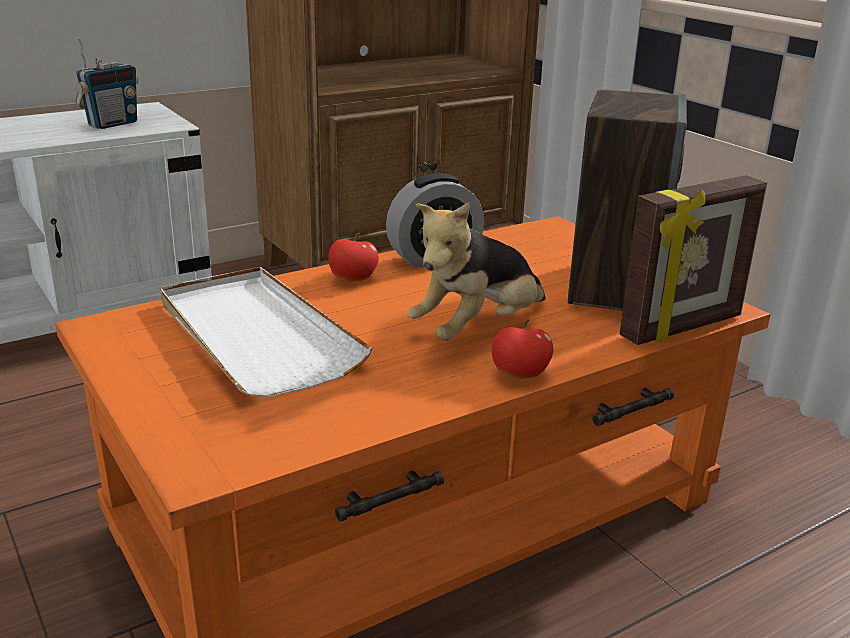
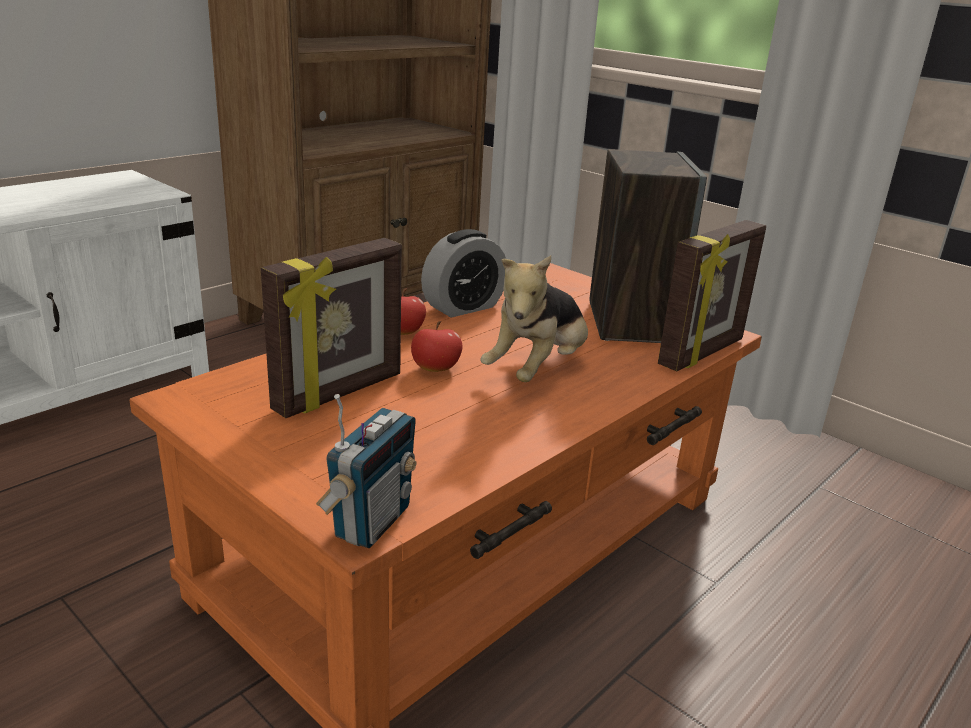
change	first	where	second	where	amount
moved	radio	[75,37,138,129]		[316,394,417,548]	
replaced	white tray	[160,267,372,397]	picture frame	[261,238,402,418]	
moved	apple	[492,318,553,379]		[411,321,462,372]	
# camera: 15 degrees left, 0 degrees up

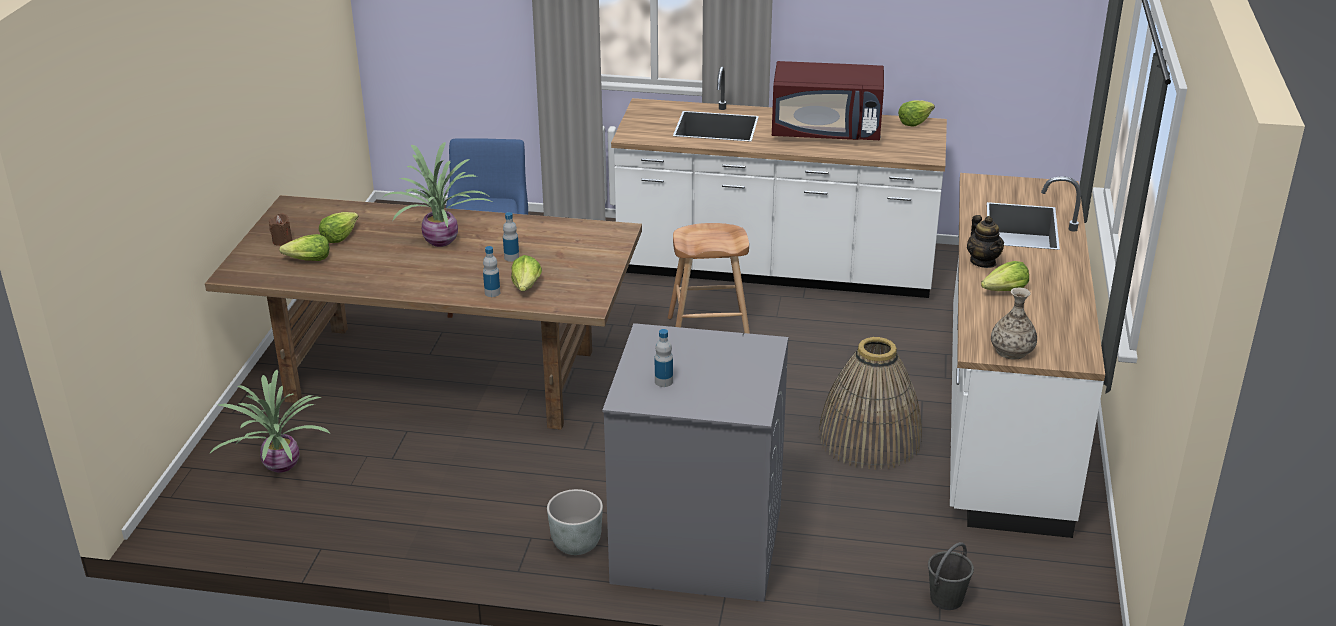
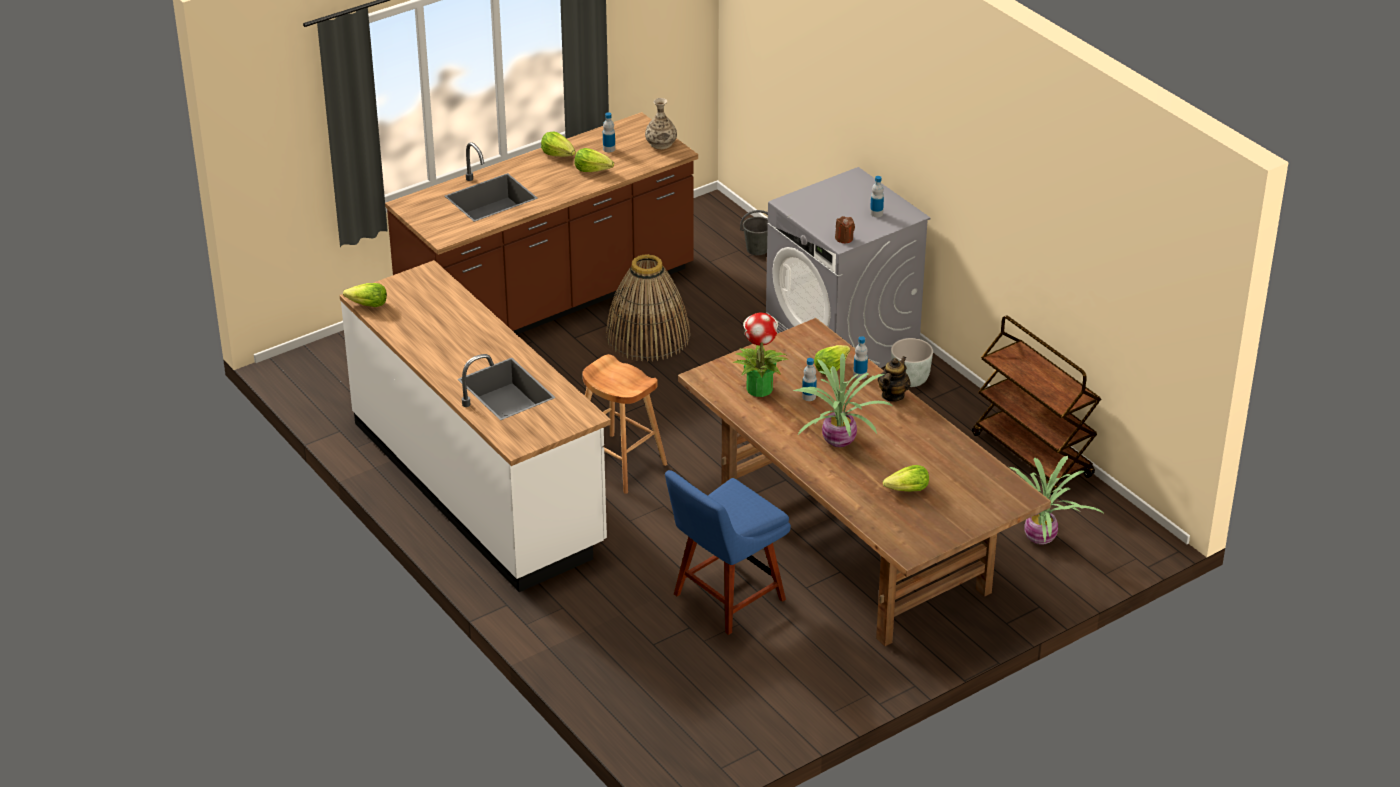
change	first	where	second	where	amount
removed	red microwave	[772,61,884,140]			
recoloured	white counter	[950,173,1105,538]	brown counter	[385,112,698,334]	
moved	brown candle	[269,213,293,246]		[835,216,855,243]	
moved	teapot	[967,215,1004,268]		[878,356,911,401]	
moved	lettuce	[279,234,329,261]		[541,131,576,157]	
added			bottle	[603,112,615,153]	
added			potted plant	[733,313,789,397]	
added			brown cart	[972,315,1101,495]	
# camera: 135 degrees left, 5 degrees up

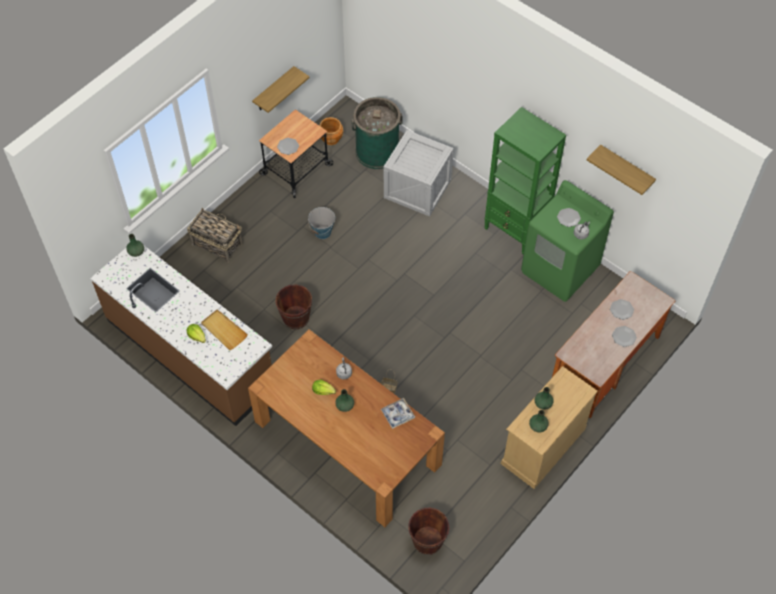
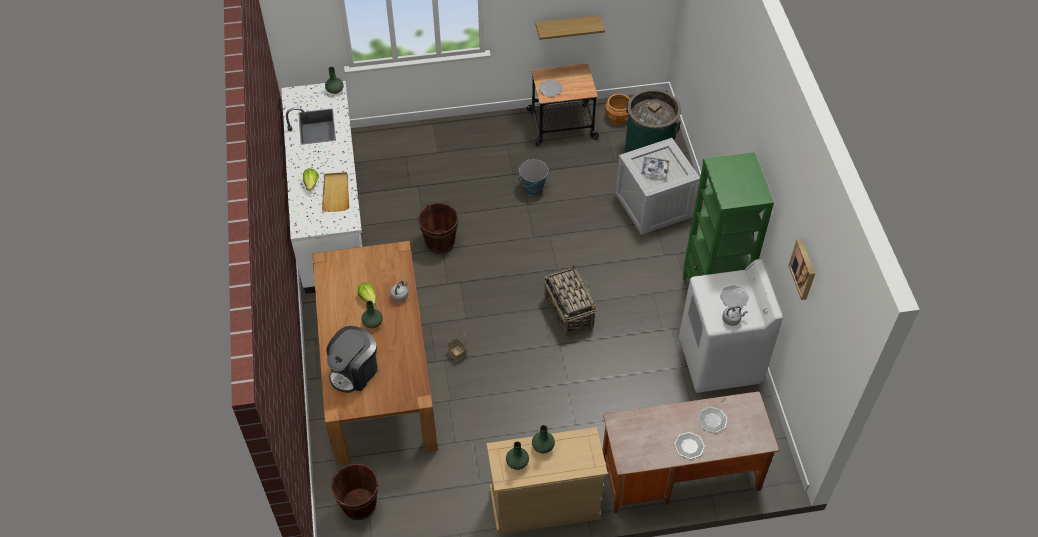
change	first	where	second	where	amount
replaced	shelf	[587,145,656,195]	picture	[788,239,815,300]	
recoloured	green washing machine	[521,180,614,302]	white washing machine	[679,259,783,393]	
moved	basket	[187,208,243,262]		[544,265,597,337]	
recoloured	brown counter	[90,239,272,426]	white counter	[281,81,362,294]	
moved	tray	[381,398,415,429]		[641,157,670,179]	
added			coffee machine	[327,326,378,393]	
# camera: 40 degrees right, 5 degrees down

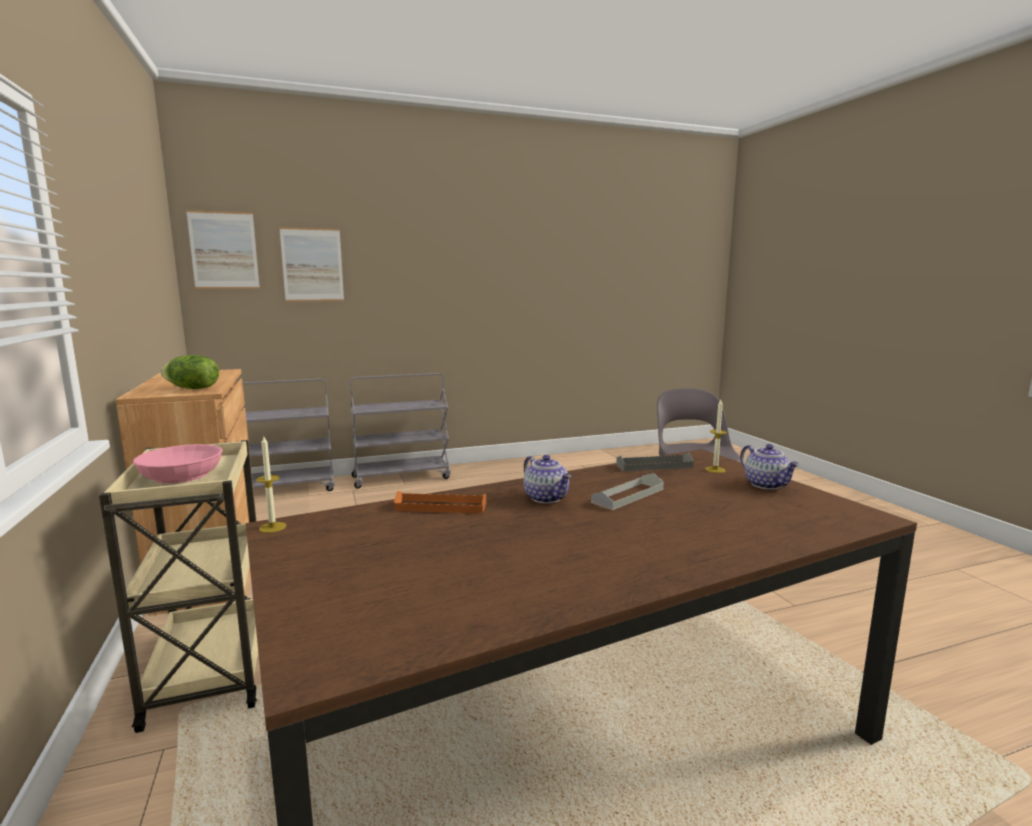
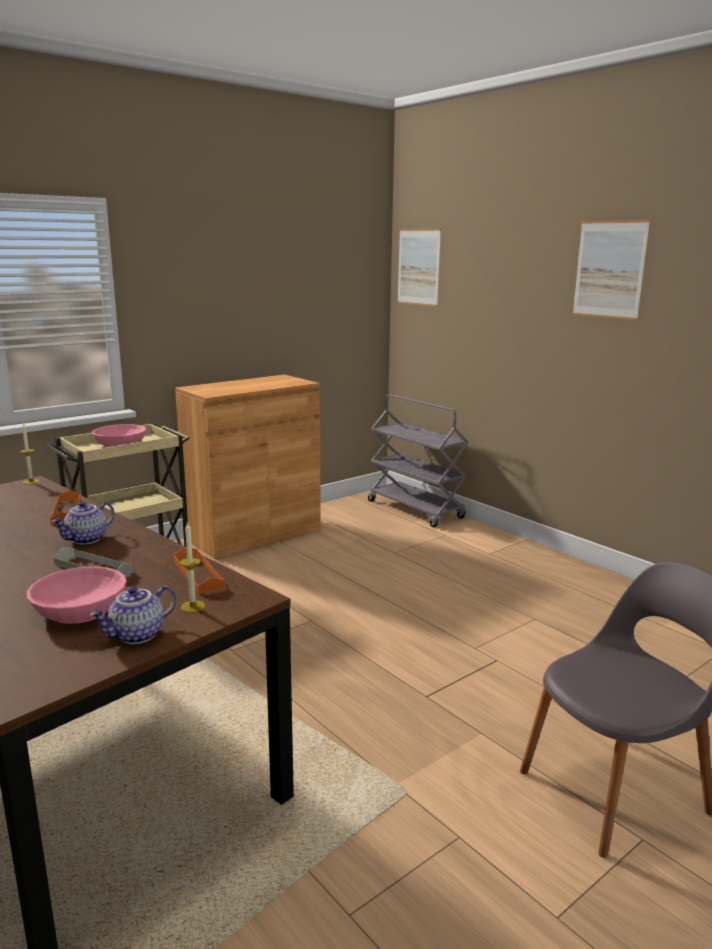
change	first	where	second	where	amount
moved	picture	[279,227,344,301]		[573,220,650,320]	
removed	lettuce	[161,355,219,389]			
removed	grey cart	[350,373,451,489]			
recoloured	grey tray	[616,452,694,471]	orange tray	[174,546,225,594]	
added			pink bowl	[27,566,127,624]	
# camera: 70 degrees right, 5 degrees up

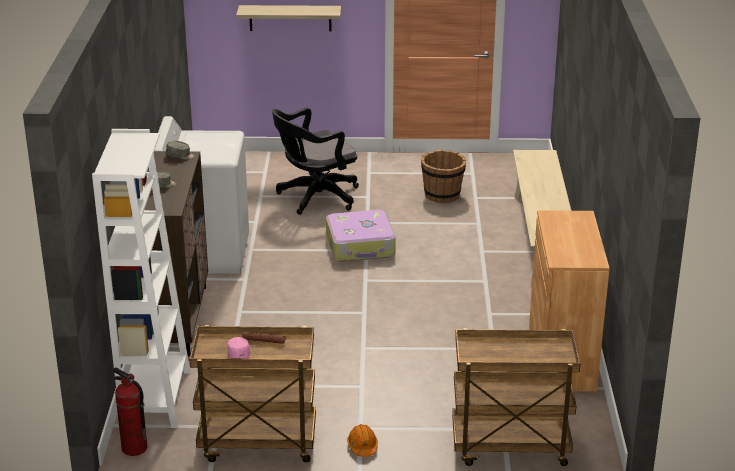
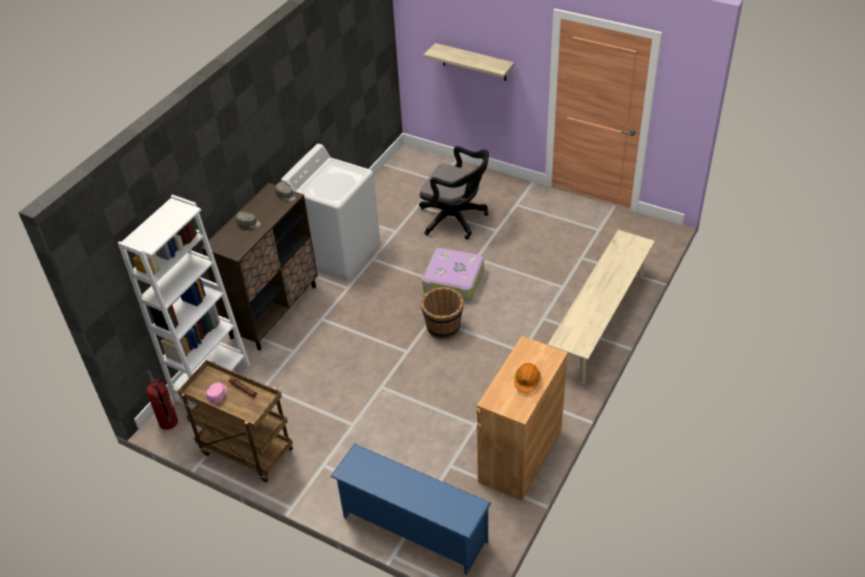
change	first	where	second	where	amount
turned	black office chair	[272,108,359,215]		[419,146,489,240]	150 degrees counterclockwise
moved	brown bucket	[421,150,466,203]		[421,287,464,339]	
replaced	brown cart	[452,328,581,466]	blue shoe rack	[330,444,491,575]	
moved	orange hard hat	[347,424,378,457]		[514,363,541,393]	
# camera: 30 degrees right, 15 degrees up

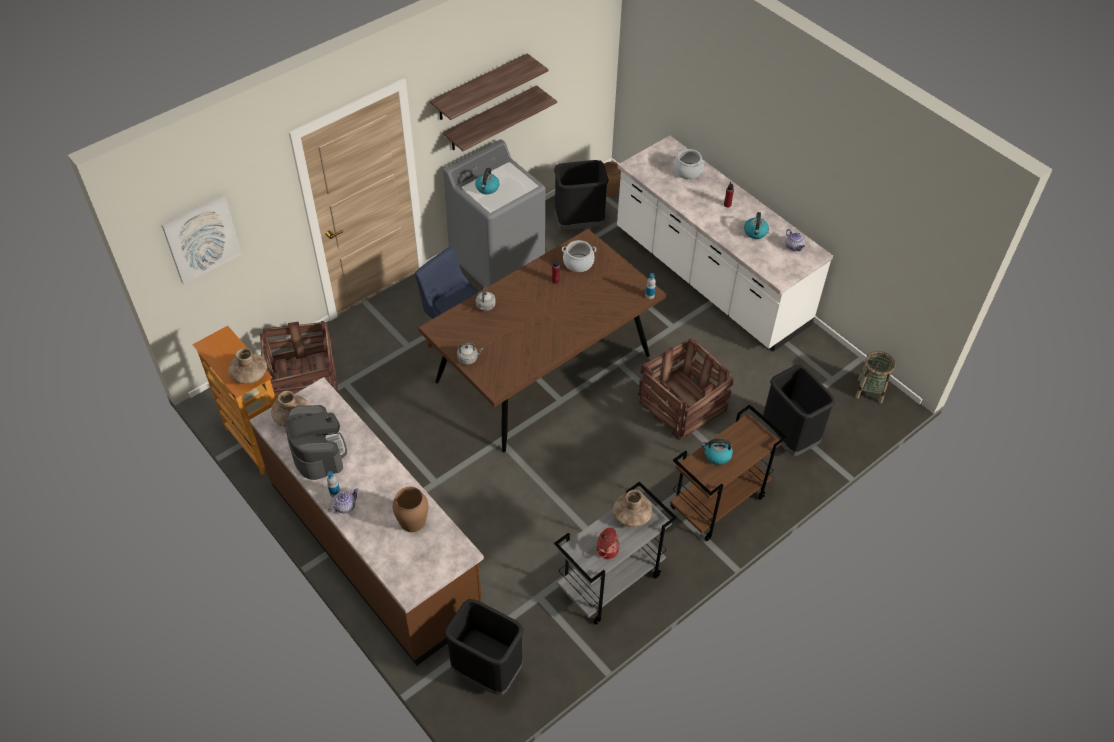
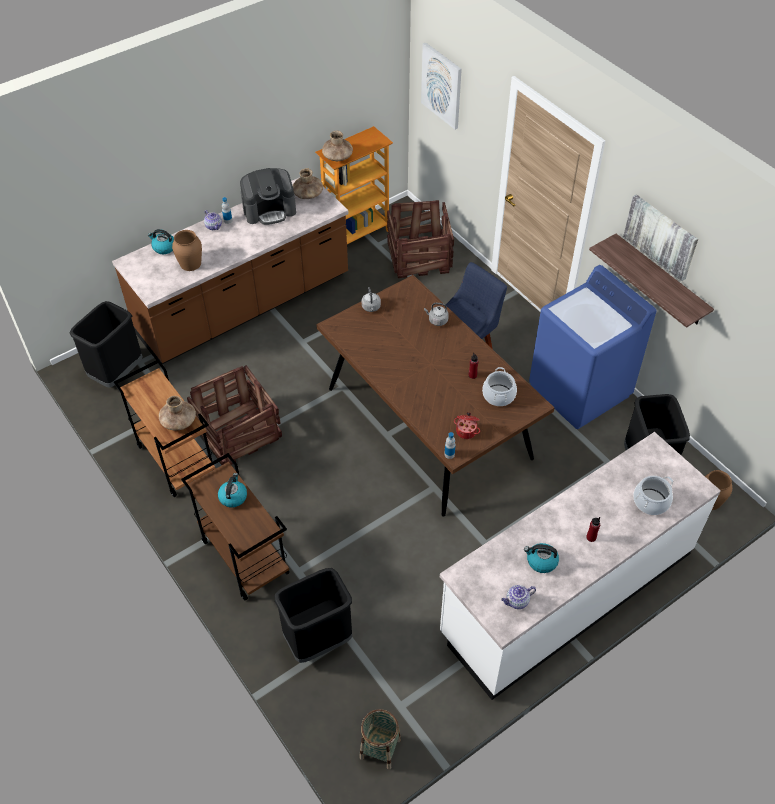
change	first	where	second	where	amount
replaced	shelf	[430,53,549,120]	picture	[623,194,698,281]	
recoloured	grey washing machine	[443,139,545,288]	blue washing machine	[529,265,657,429]	
moved	kettle	[475,168,499,194]		[148,229,174,254]	
moved	crate	[638,338,734,440]		[187,365,282,465]	
recoloured	grey cart	[554,481,677,625]	brown cart	[113,360,215,497]	
moved	cooking pot	[597,527,620,559]		[454,412,480,439]	
# camera: 95 degrees right, 0 degrees up

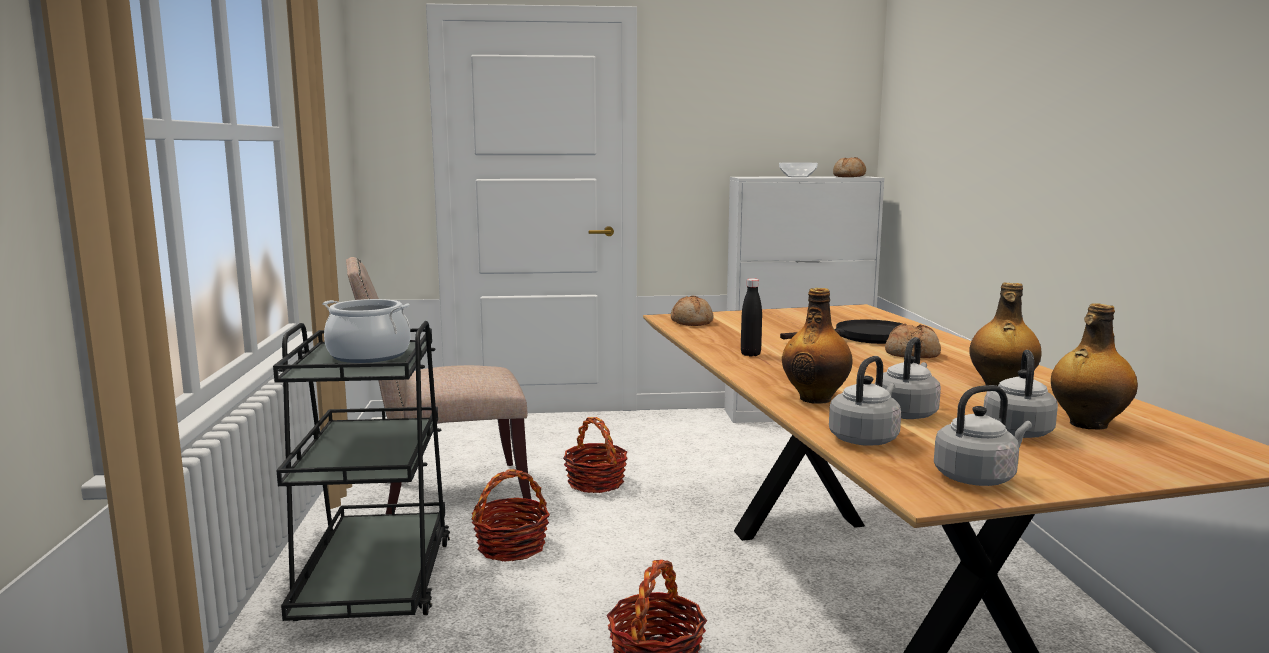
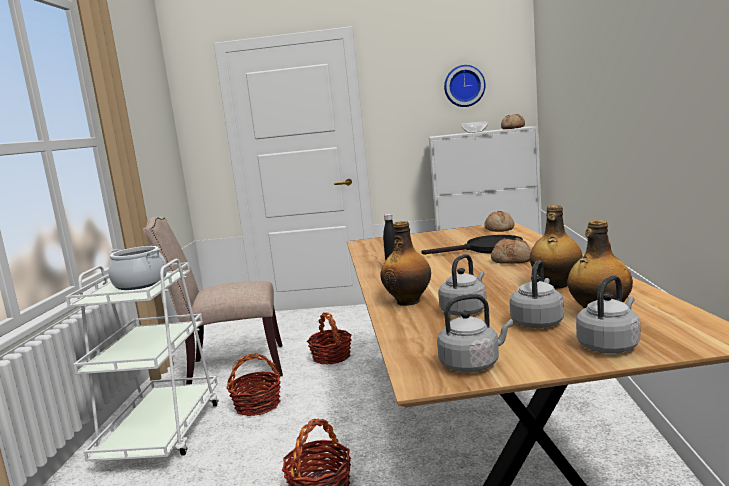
change	first	where	second	where	amount
moved	bread	[671,296,714,326]		[484,211,515,232]	
recoloured	black cart	[273,321,450,621]	white cart	[65,259,218,461]	
moved	grey kettle	[829,356,901,446]		[576,275,640,353]	
added			wall clock	[444,65,486,107]	
# camera: 10 degrees right, 0 degrees up

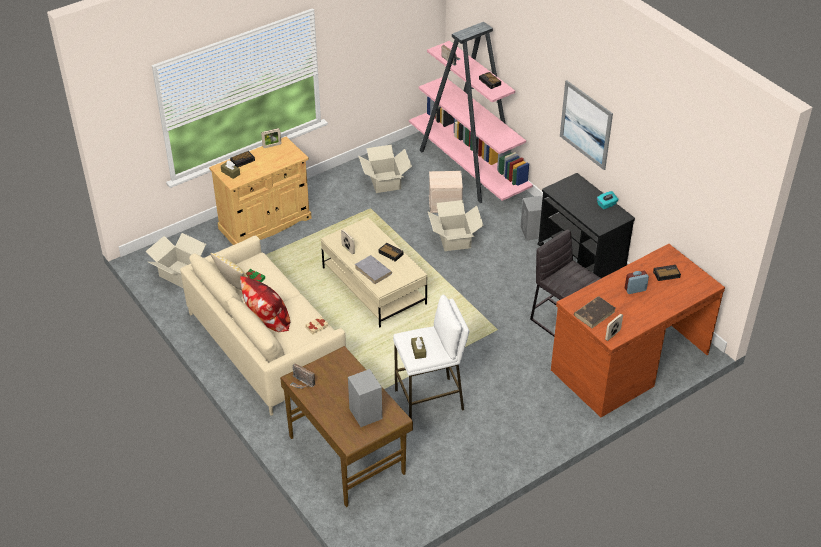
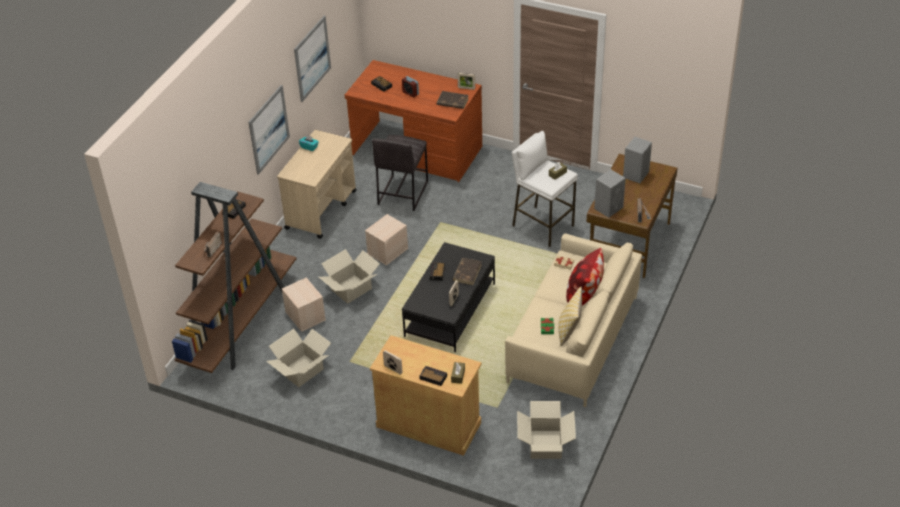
change	first	where	second	where	amount
recoloured	pink bookcase	[409,22,533,203]	brown bookcase	[172,182,297,373]	
recoloured	black cart	[537,173,635,278]	beige cart	[277,130,356,239]	
moved	grey speaker	[521,196,542,240]		[594,169,626,218]	
recoloured	beige coffee table	[321,217,428,327]	black coffee table	[402,242,495,352]	
recoloured	grey book	[355,255,392,284]	brown book	[452,258,482,285]	
added			picture	[294,16,331,102]	
added			beige storage box	[365,214,408,265]	
# camera: 120 degrees left, 0 degrees up

